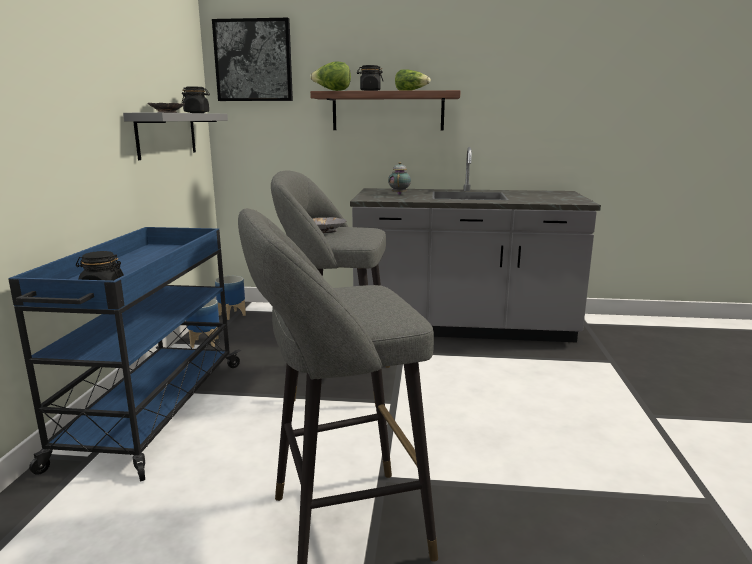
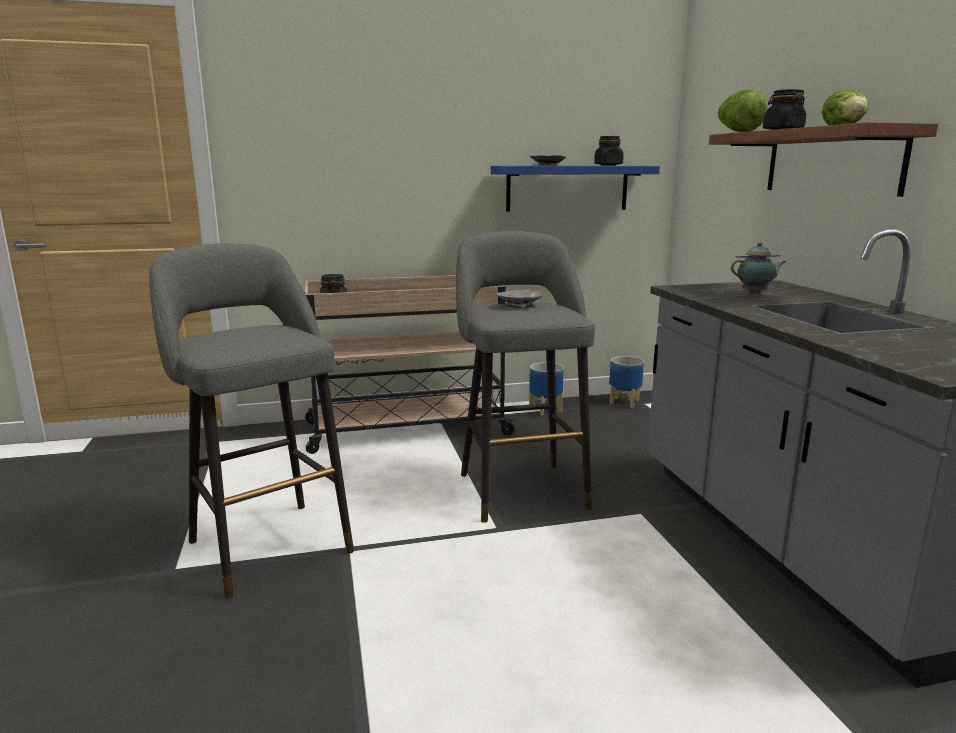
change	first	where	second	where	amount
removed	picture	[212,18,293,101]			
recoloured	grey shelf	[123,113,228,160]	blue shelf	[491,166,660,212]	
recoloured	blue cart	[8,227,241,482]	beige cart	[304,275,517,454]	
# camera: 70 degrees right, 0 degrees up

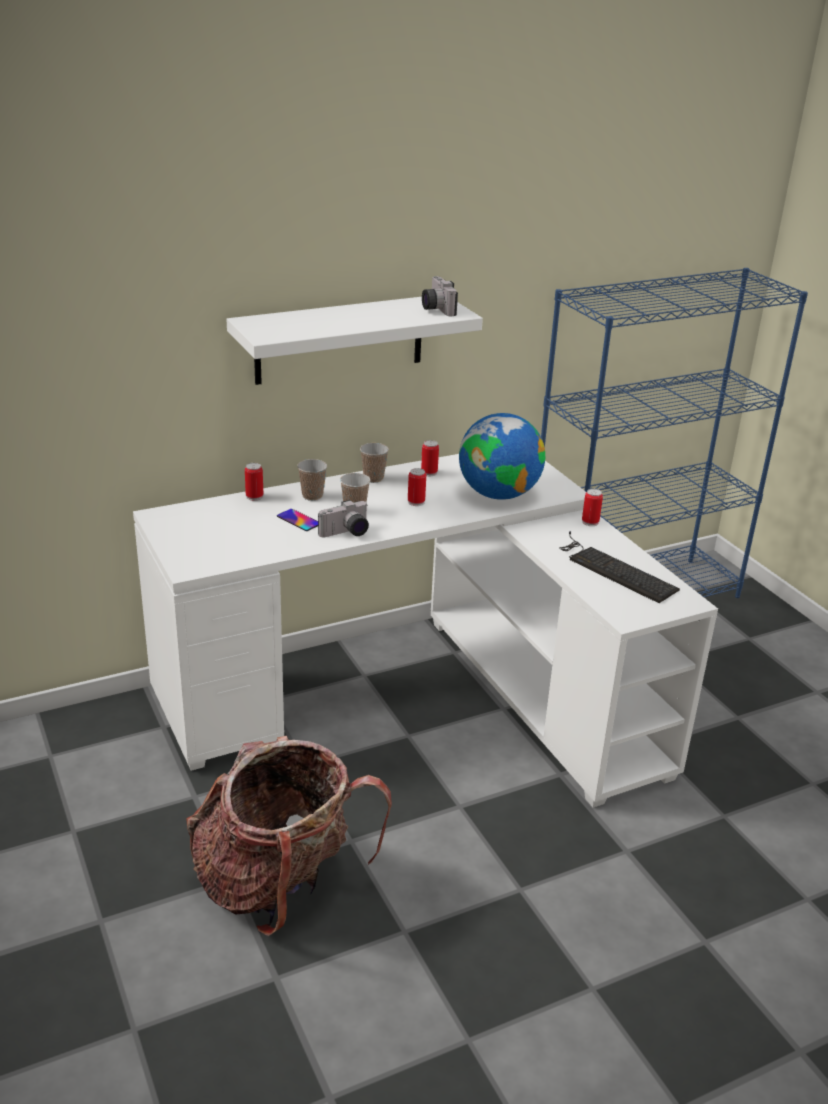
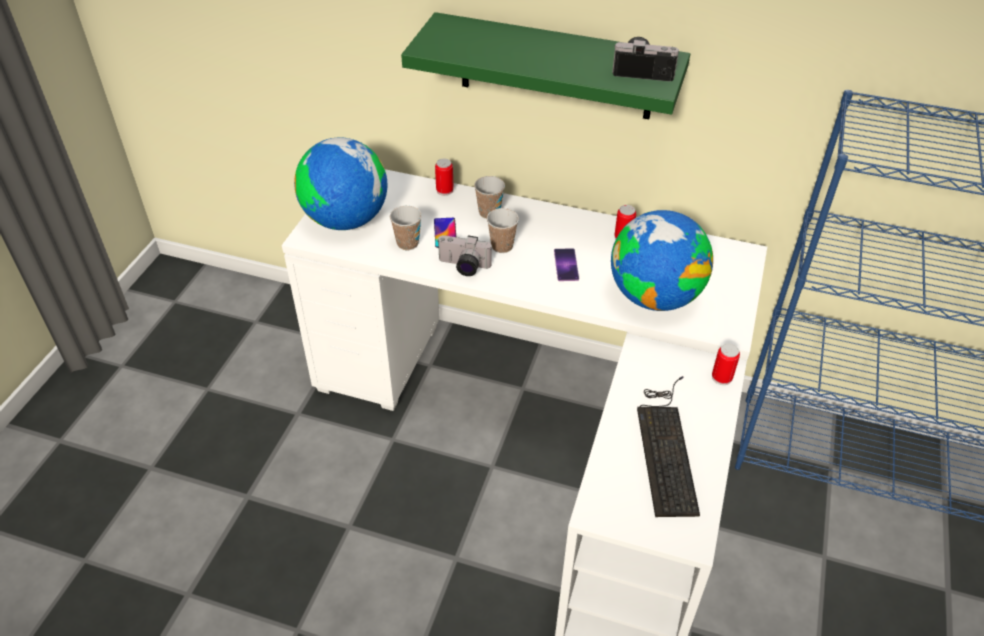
change	first	where	second	where	amount
turned	photo camera	[422,276,458,316]		[612,37,680,81]	75 degrees clockwise
recoloured	white shelf	[226,297,483,385]	green shelf	[401,12,690,119]	
moved	cup	[360,443,389,483]		[390,206,422,250]	
replaced	can	[408,468,426,506]	phone	[554,248,579,281]	
removed	backpack	[186,736,392,936]			
added			globe	[294,137,387,230]	
# camera: 45 degrees right, 15 degrees up

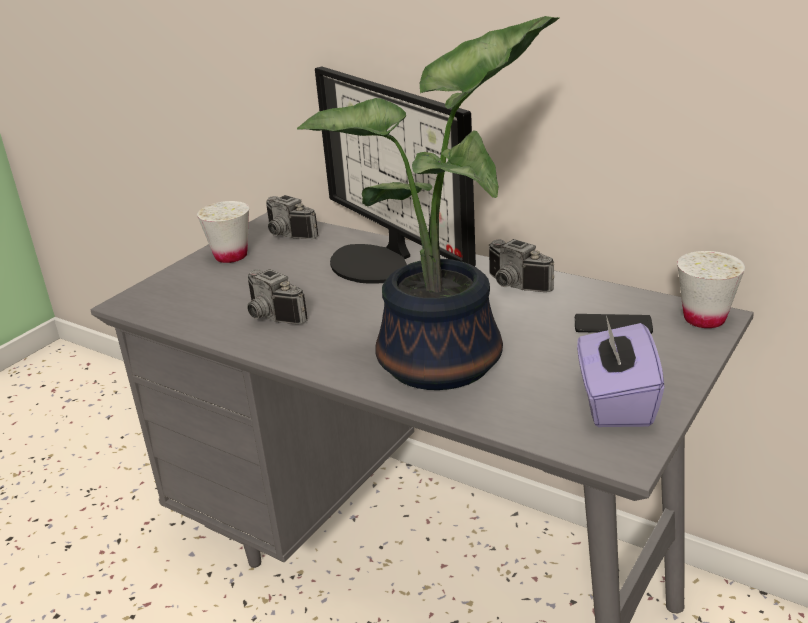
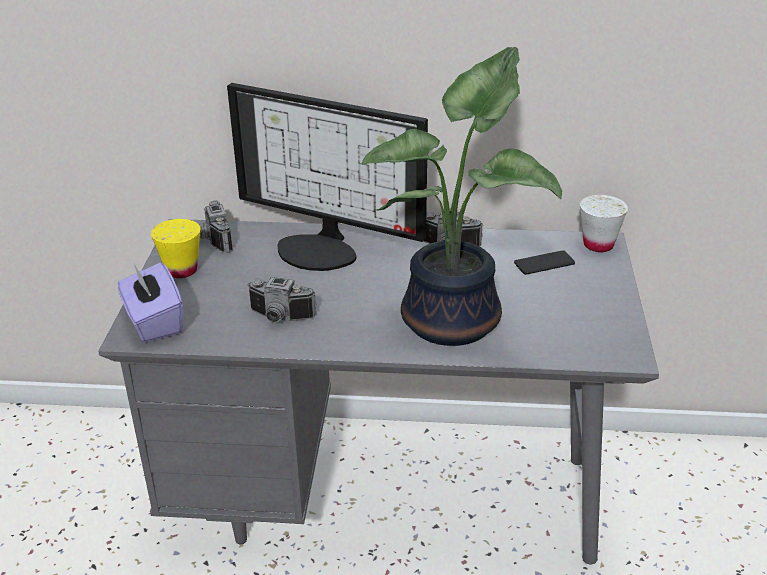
change	first	where	second	where	amount
turned	photo camera	[266,195,319,239]		[199,201,233,253]	60 degrees clockwise
recoloured	white cup	[197,201,249,263]	yellow cup	[151,219,200,278]	
moved	purple tissue box	[577,315,665,427]		[118,263,183,342]	
# camera: 30 degrees left, 5 degrees up

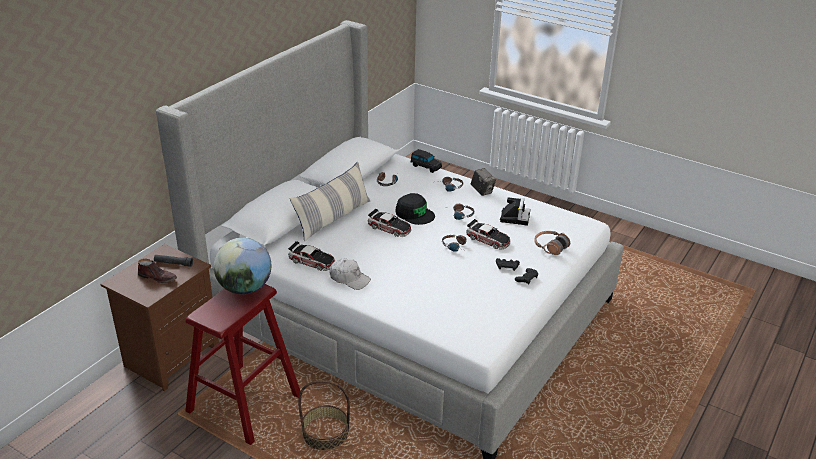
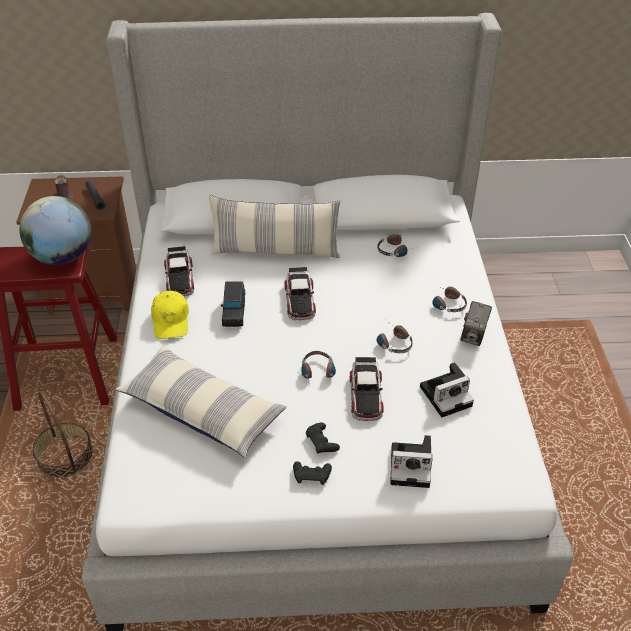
change	first	where	second	where	amount
moved	black toy car	[410,149,442,173]		[221,281,245,327]	
removed	black cap	[395,193,435,225]			
replaced	headphones	[534,231,570,255]	photo camera	[390,435,433,488]	
recoloured	white cap	[329,258,371,290]	yellow cap	[151,291,189,339]	
added			pillow	[116,345,287,458]	
# camera: 55 degrees right, 10 degrees up

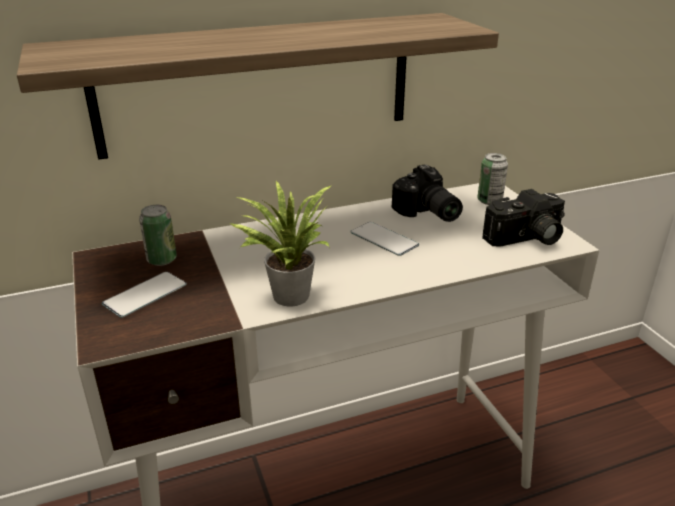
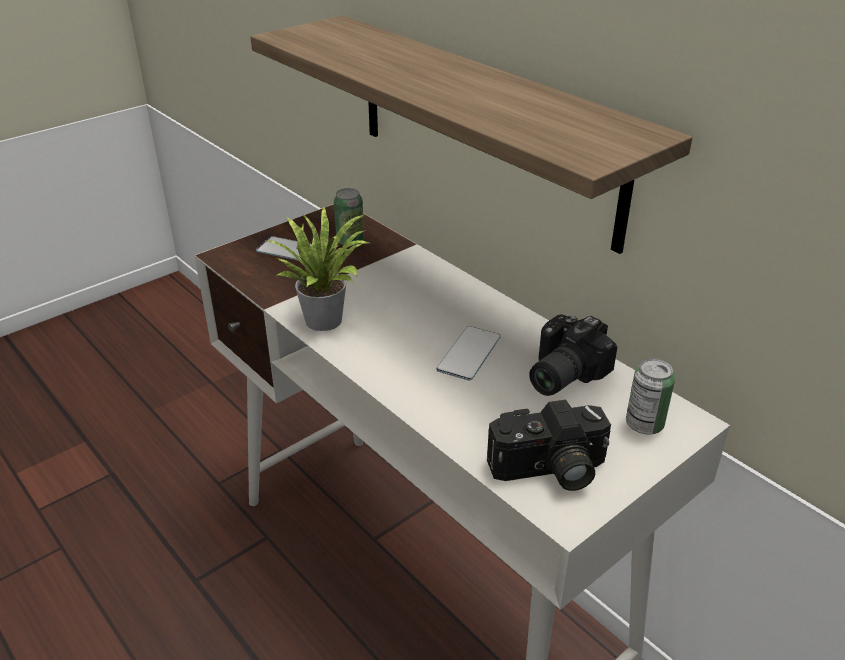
change	first	where	second	where	amount
turned	photo camera	[482,189,565,247]		[487,400,611,491]	60 degrees counterclockwise
# camera: 70 degrees right, 5 degrees up

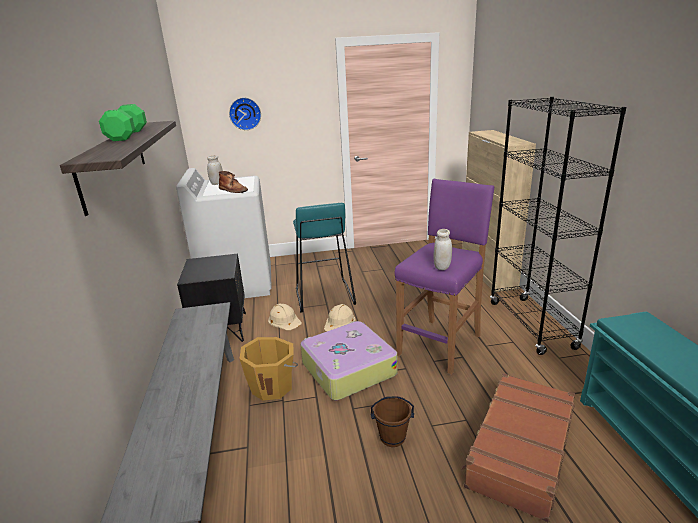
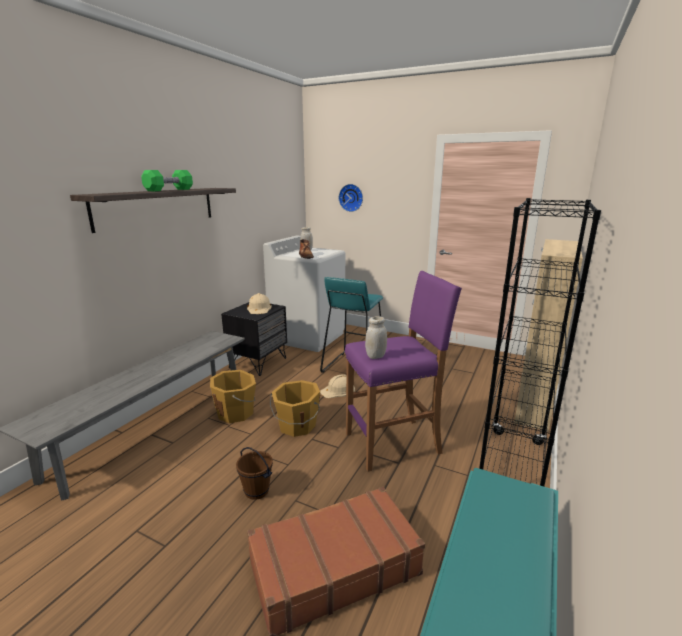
change	first	where	second	where	amount
moved	beige hard hat	[268,303,302,330]		[247,293,272,314]	
replaced	suitcase	[300,321,398,400]	orange bucket	[270,380,320,437]	
# camera: 35 degrees right, 5 degrees down

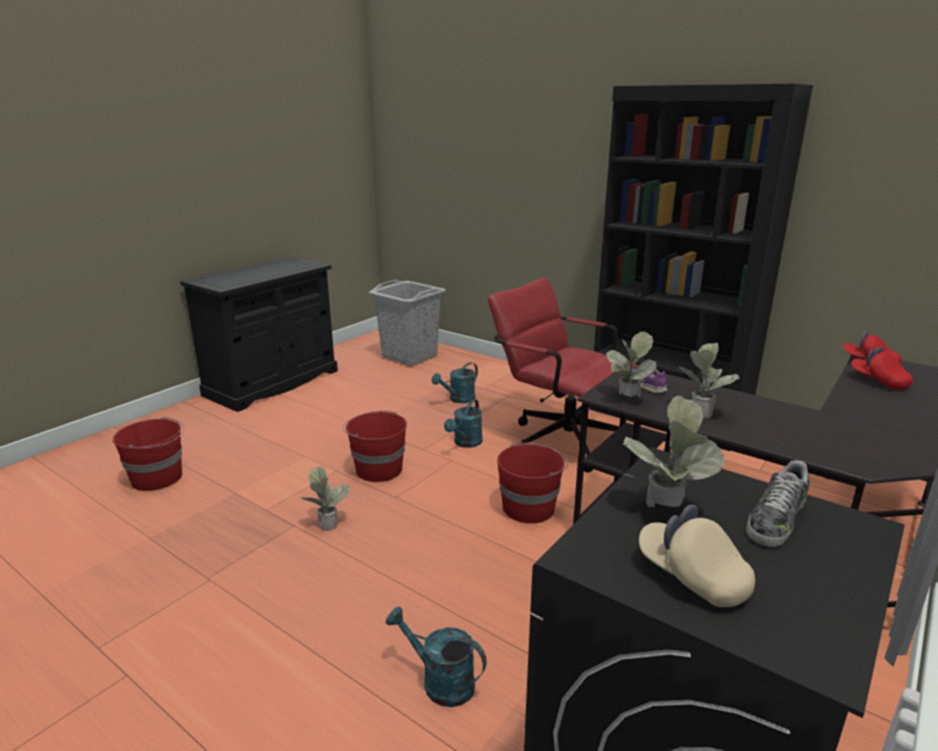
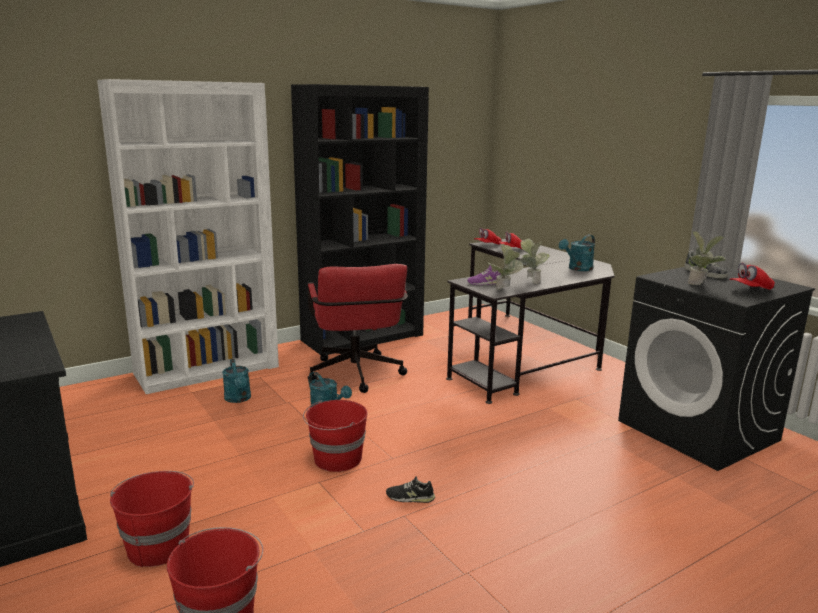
change	first	where	second	where	amount
turned	red office chair	[488,278,639,472]		[308,264,408,393]	75 degrees counterclockwise
removed	grey laundry basket	[369,280,446,366]			
moved	red bucket	[497,443,568,524]		[110,471,194,567]	
replaced	potted plant	[300,466,350,531]	black shoe	[386,476,435,503]	
recoloured	beige cap	[639,505,755,607]	red cap	[729,263,775,290]	
moved	turquoise watering can	[386,607,487,707]		[559,235,595,271]	
added			white bookcase	[97,79,279,394]	
# camera: 70 degrees left, 5 degrees down

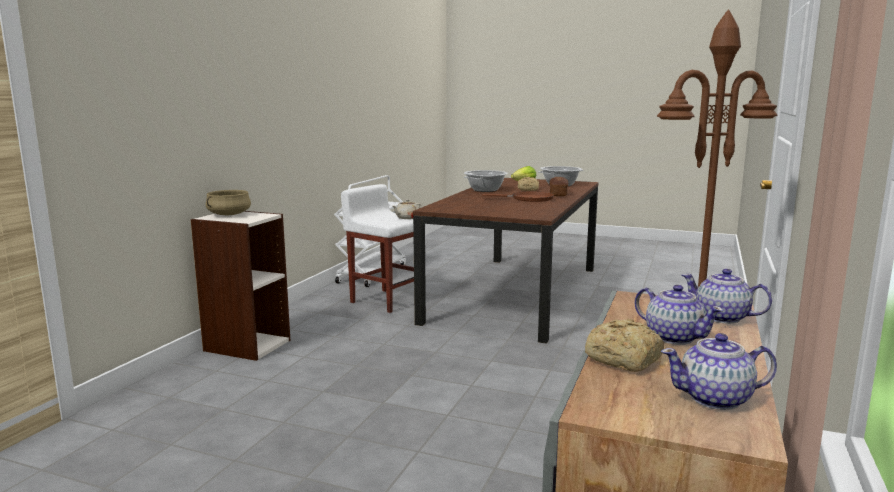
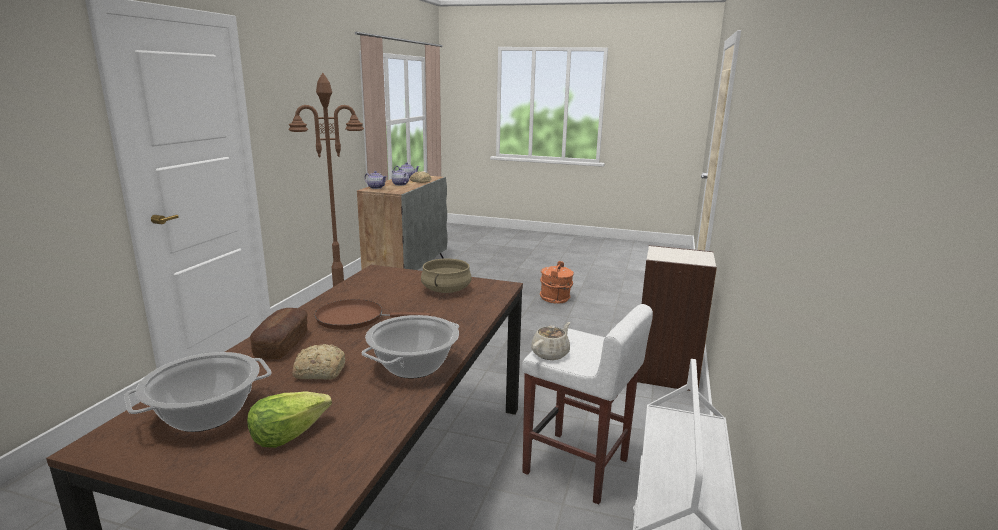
change	first	where	second	where	amount
moved	beige cooking pot	[206,190,251,215]		[421,259,472,293]	
added			orange bucket	[540,261,574,304]	
# camera: 175 degrees right, 5 degrees up

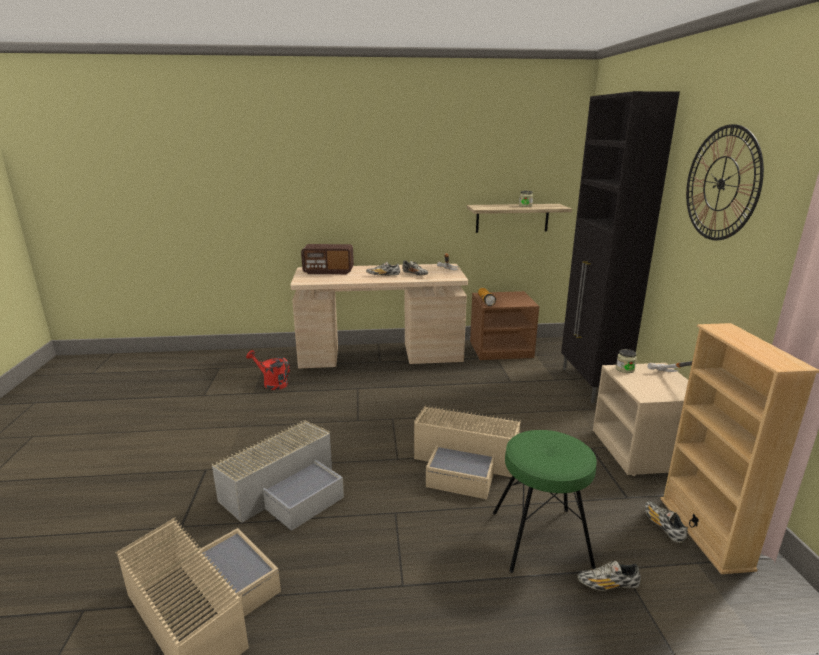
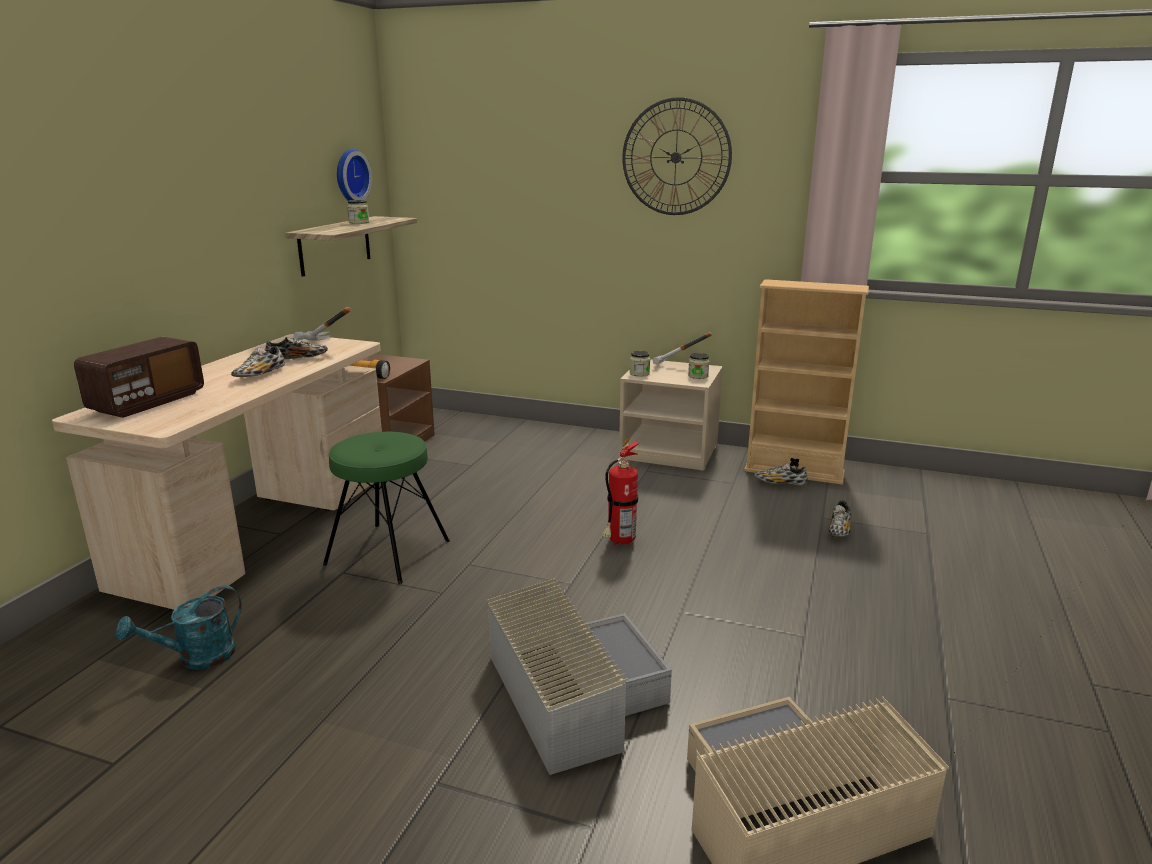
change	first	where	second	where	amount
removed	black cabinet	[561,91,680,403]			
recoloured	red watering can	[246,350,290,390]	turquoise watering can	[116,585,242,670]	
replaced	beige storage box	[414,405,520,499]	fire extinguisher	[602,438,639,545]	
moved	green stool	[493,430,597,573]		[323,432,450,584]	
added			wall clock	[337,148,372,201]	
added			jar	[688,353,710,379]	
# camera: 65 degrees left, 0 degrees up

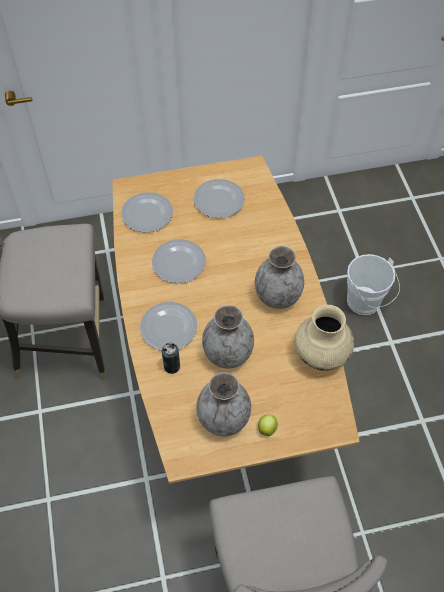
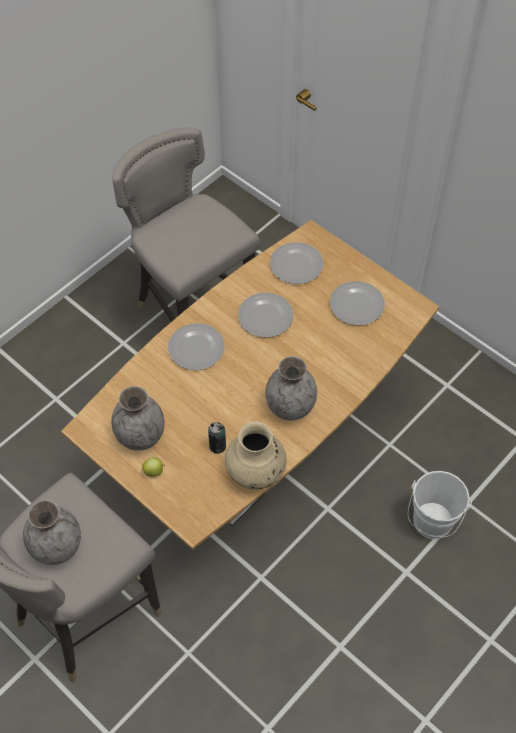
change	first	where	second	where	amount
moved	grey vase	[202,305,254,369]		[23,500,81,565]	
moved	can	[162,343,180,374]		[208,422,226,454]	
# camera: 55 degrees right, 0 degrees up

